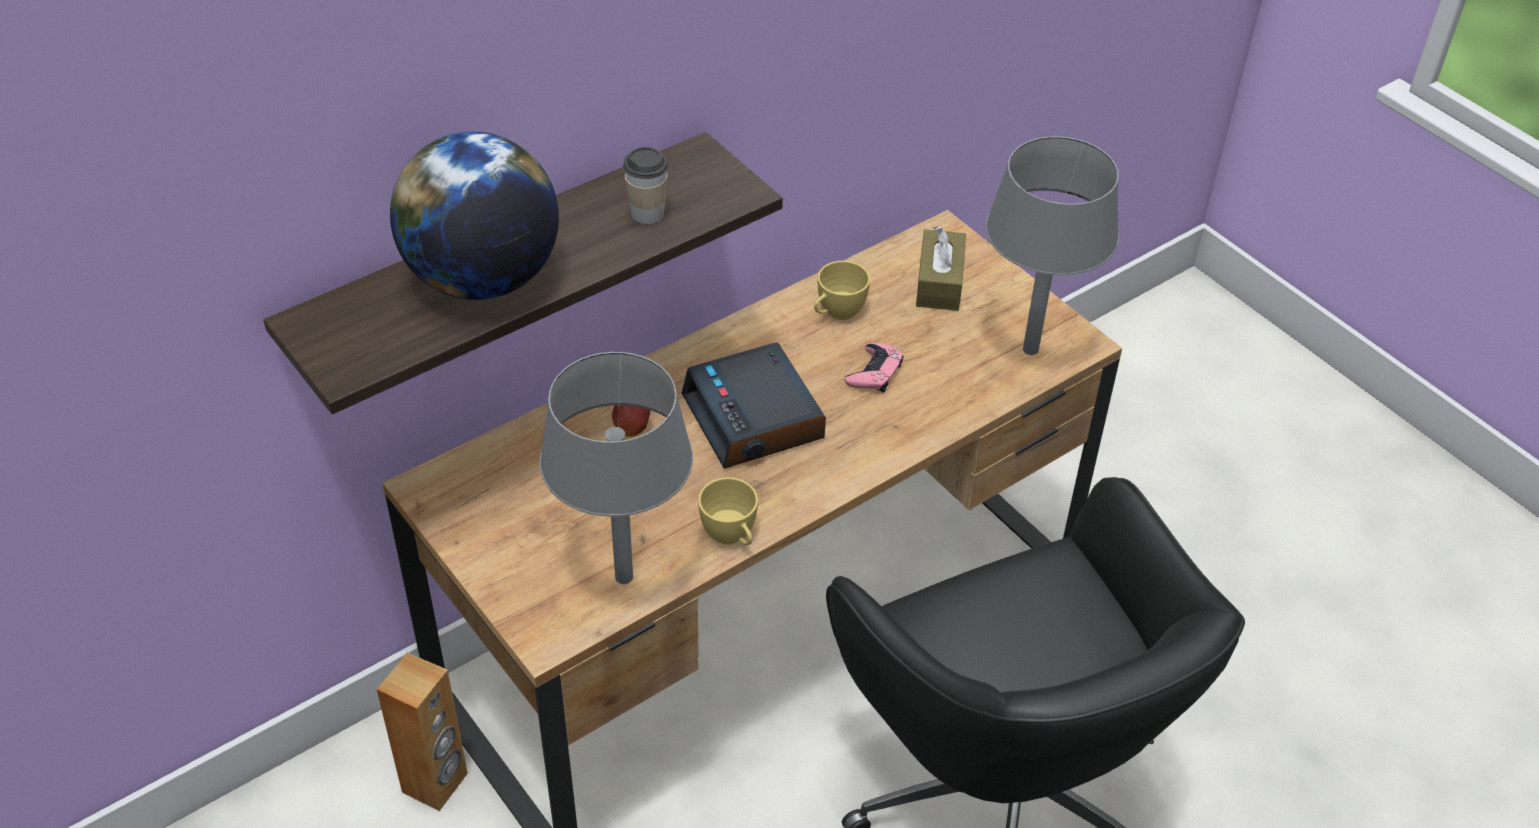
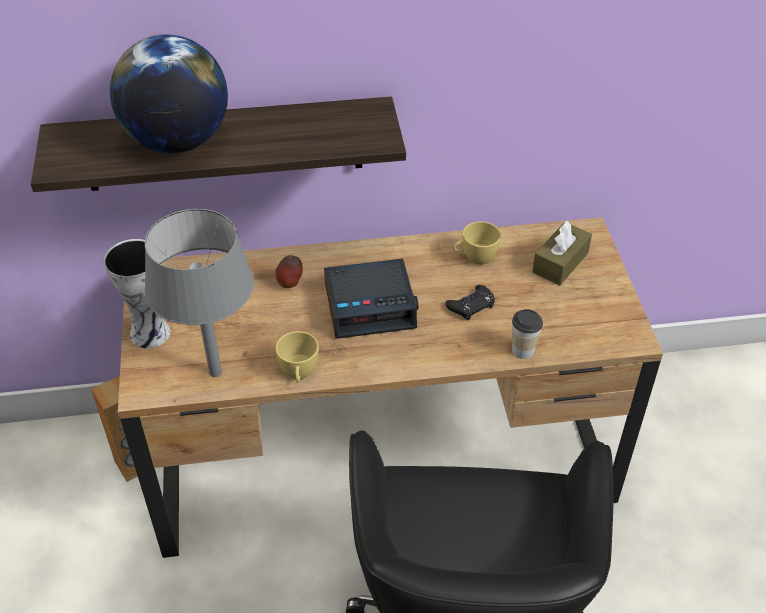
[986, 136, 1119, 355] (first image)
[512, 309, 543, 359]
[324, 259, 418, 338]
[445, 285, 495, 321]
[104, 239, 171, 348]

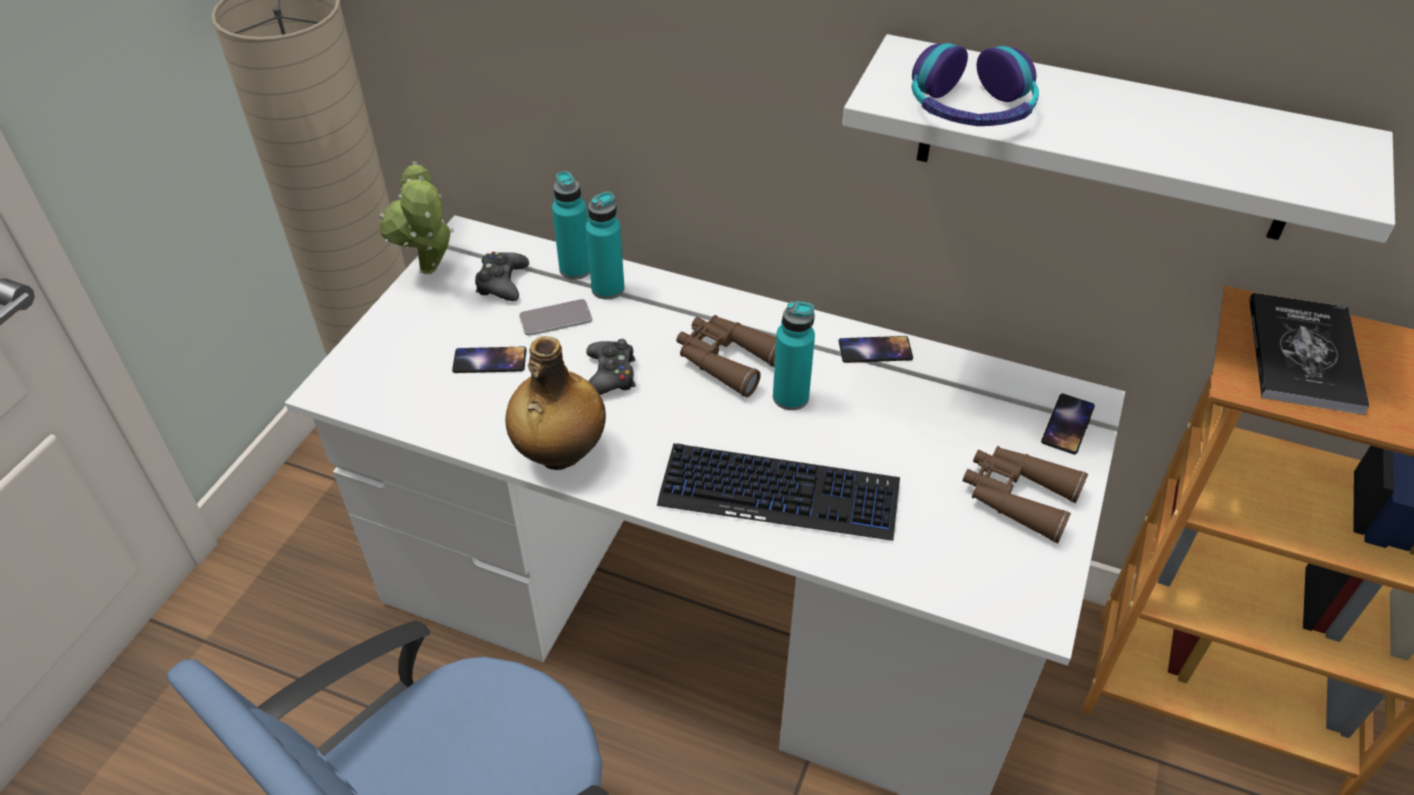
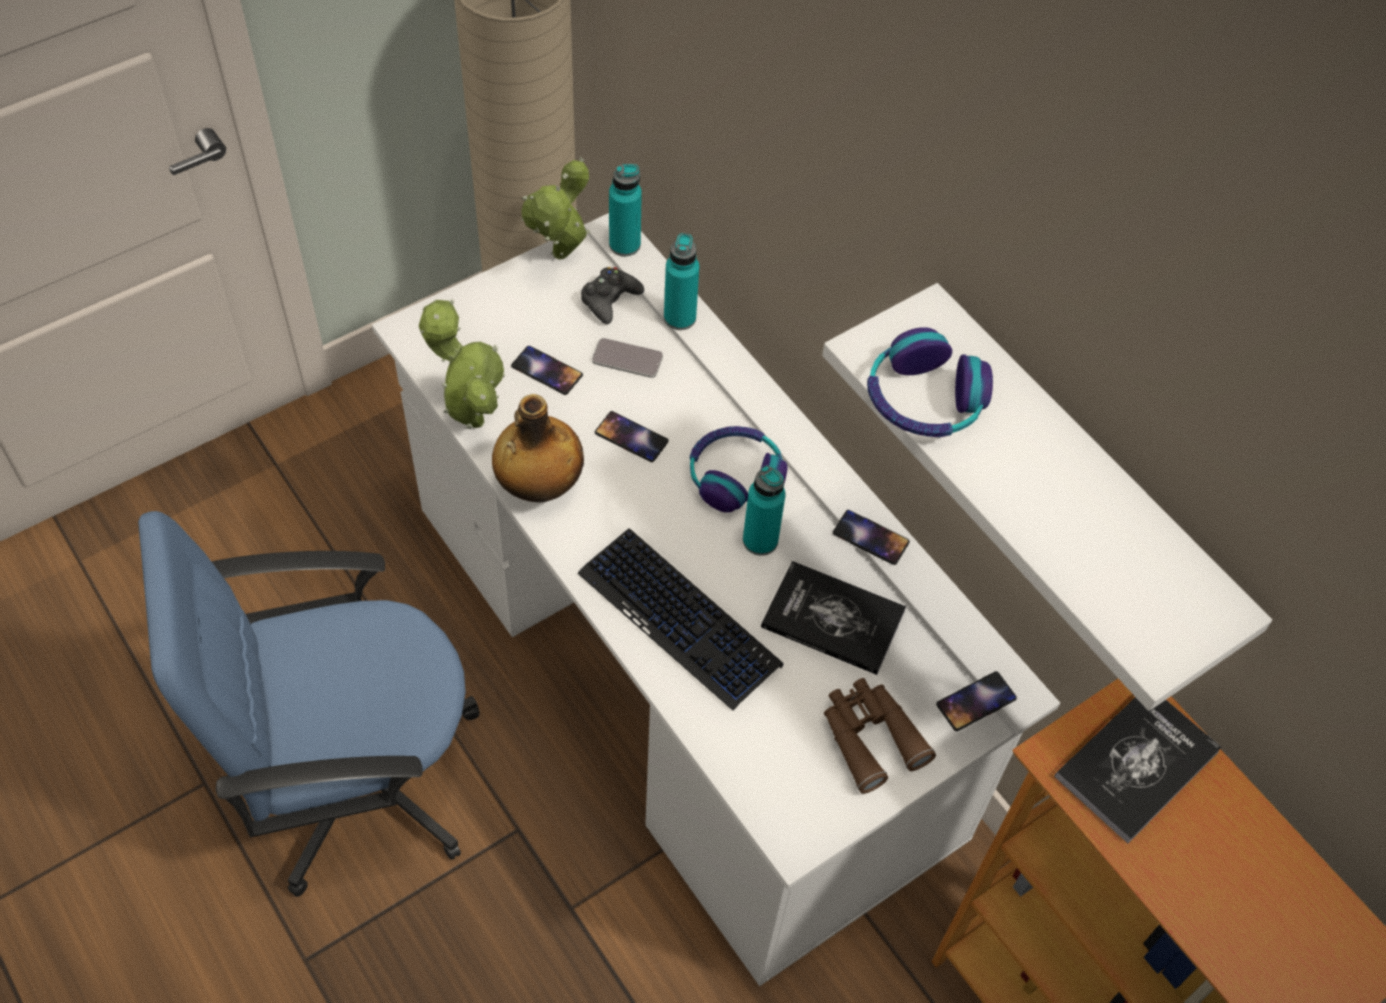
[609, 164, 642, 256]
[690, 426, 788, 513]
[595, 411, 669, 462]
[419, 299, 505, 429]
[761, 561, 906, 675]

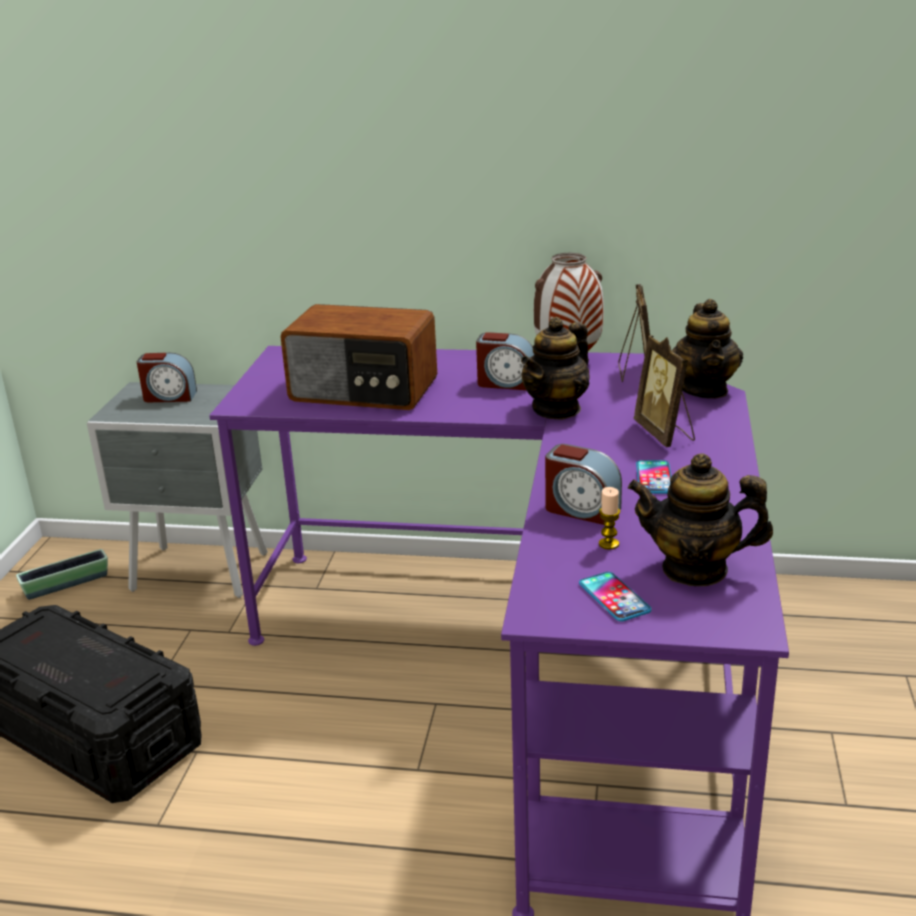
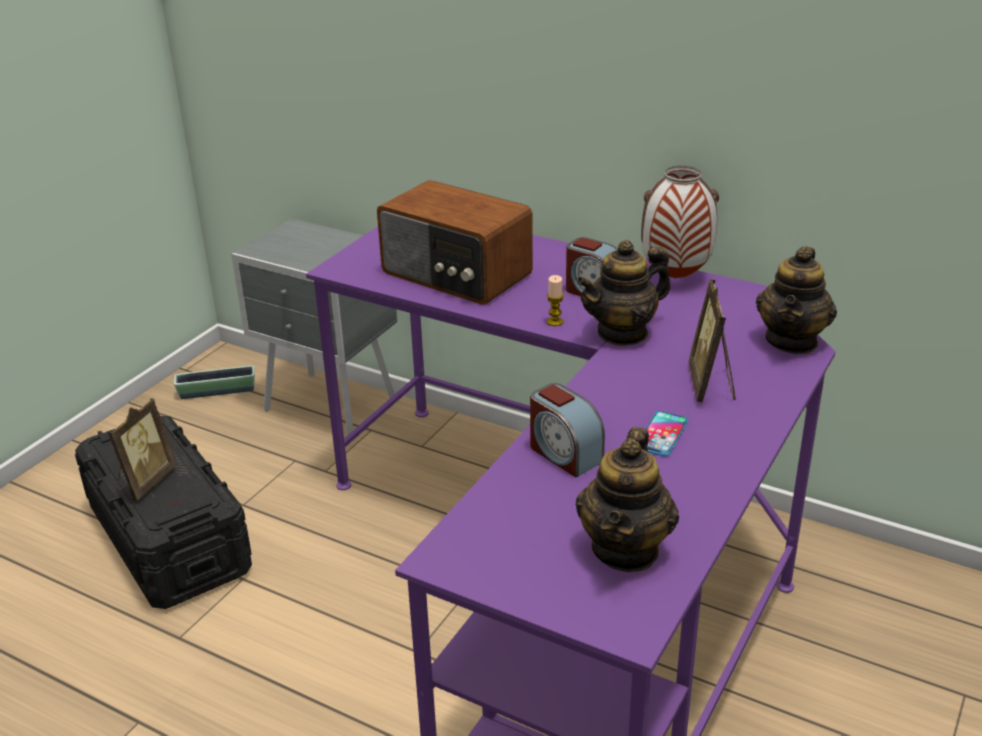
[108, 398, 177, 501]
[137, 353, 197, 402] (first image)
[576, 427, 679, 572]
[547, 275, 564, 326]
[579, 572, 652, 622] (first image)

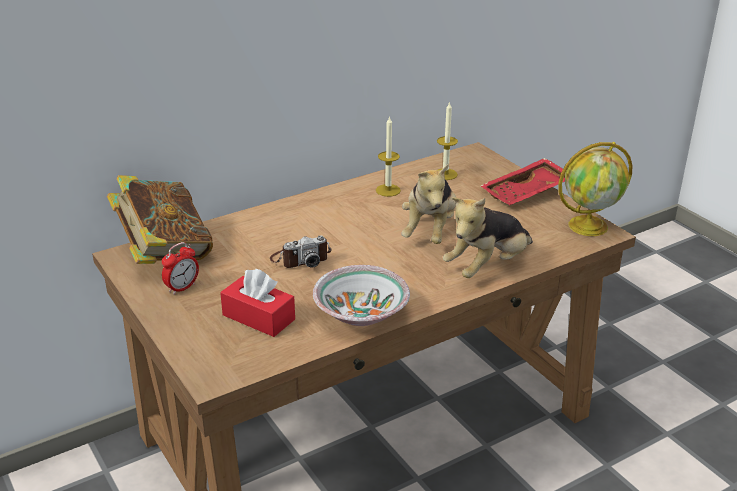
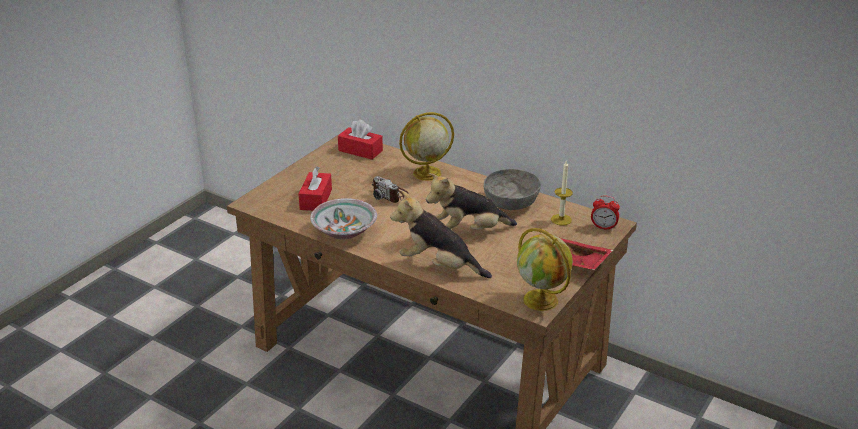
[484, 169, 541, 210]
[338, 120, 383, 160]
[591, 195, 620, 230]
[399, 112, 454, 181]

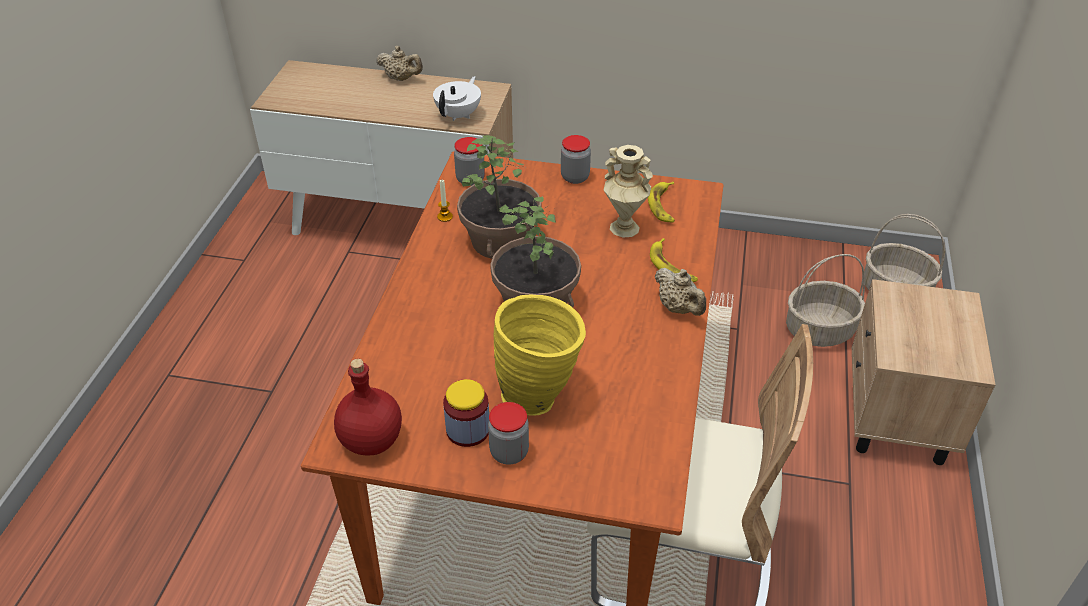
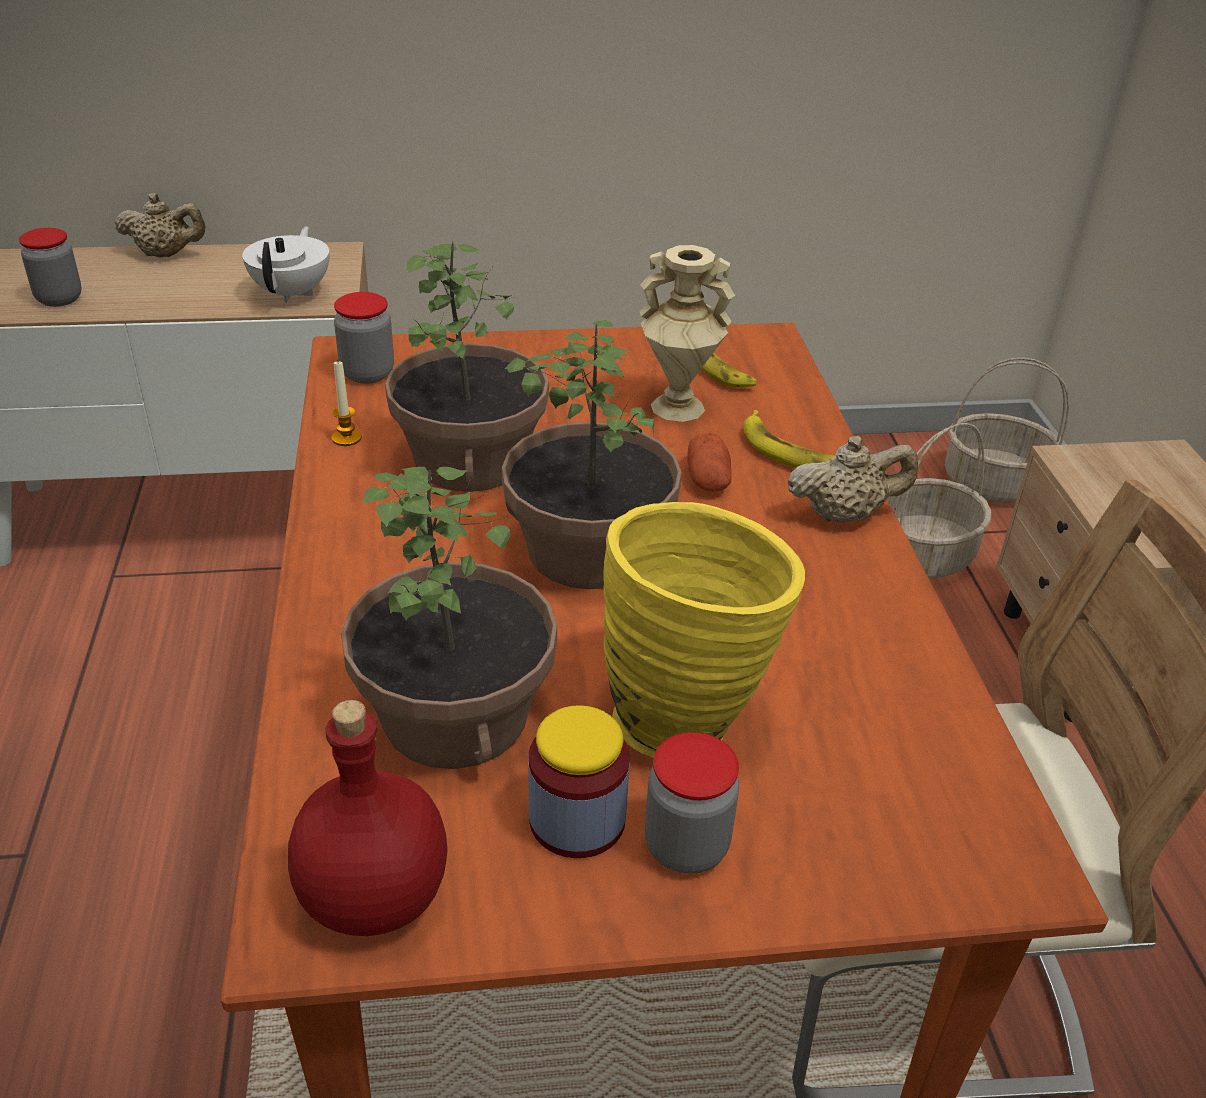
[19, 228, 82, 307]
[788, 436, 918, 522]
[687, 433, 732, 492]
[341, 467, 557, 769]

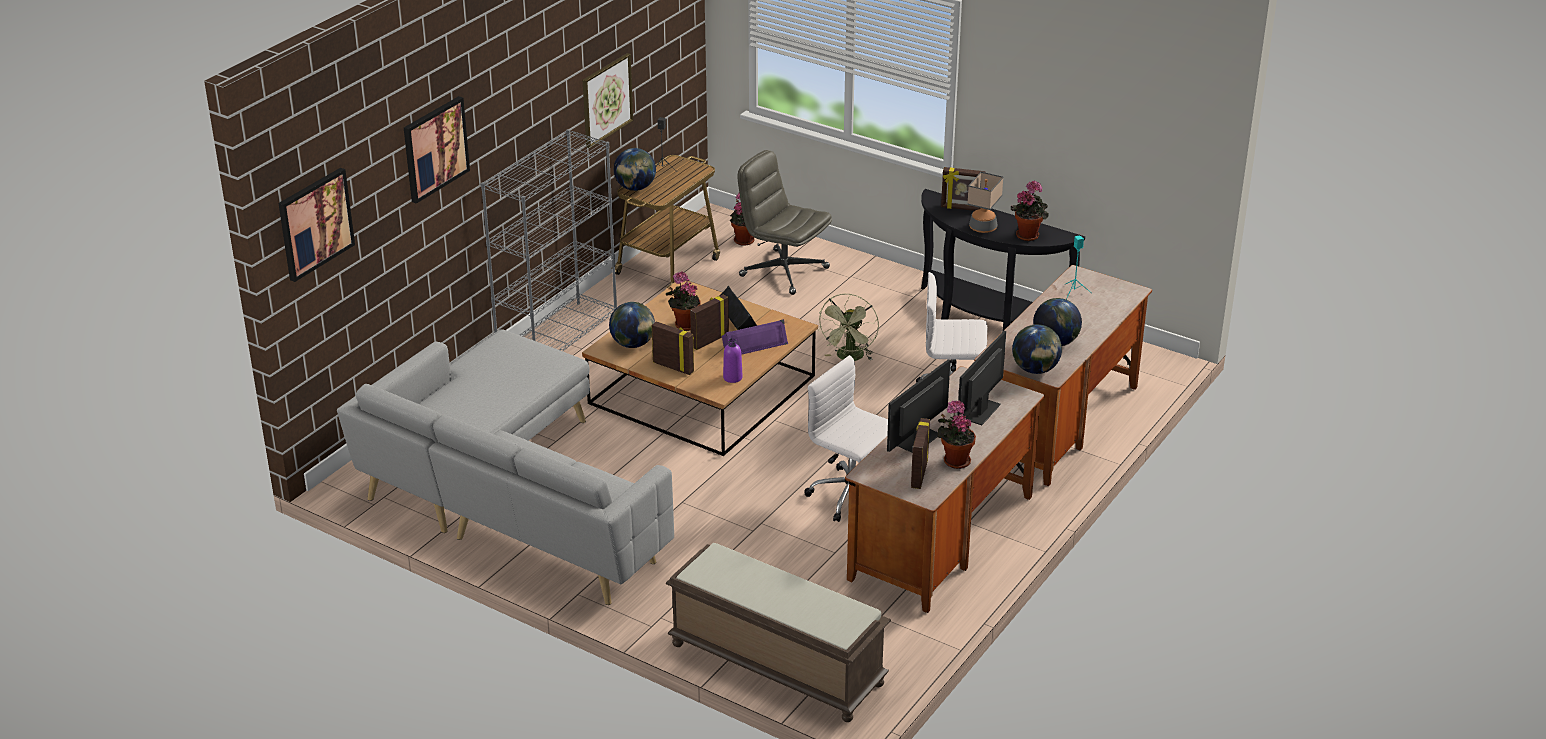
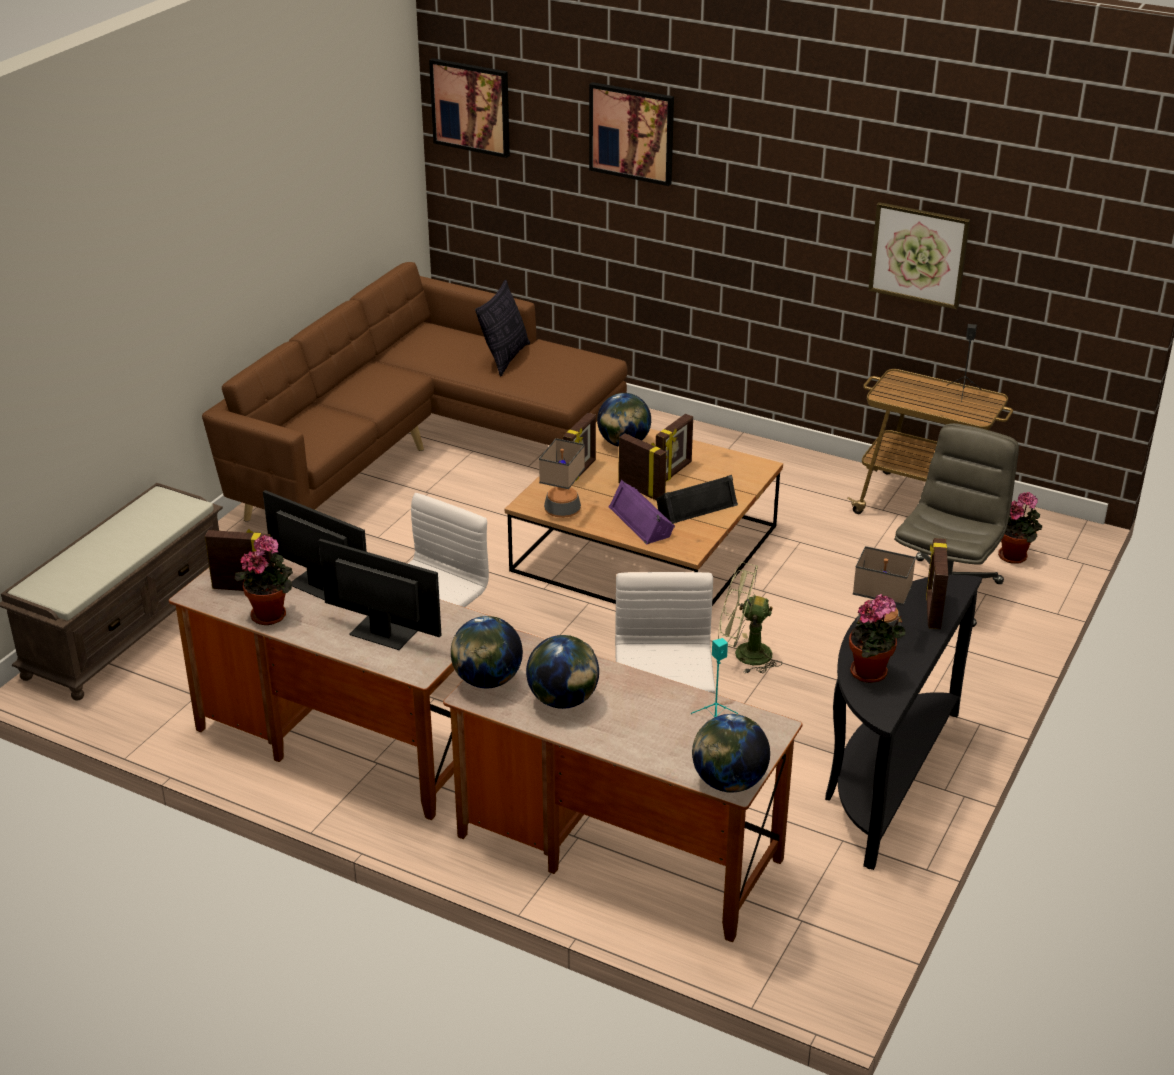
[481, 129, 617, 351] (first image)
[692, 714, 770, 793]
[656, 414, 693, 481]
[202, 262, 628, 522]
[539, 438, 585, 518]
[475, 280, 530, 376]

